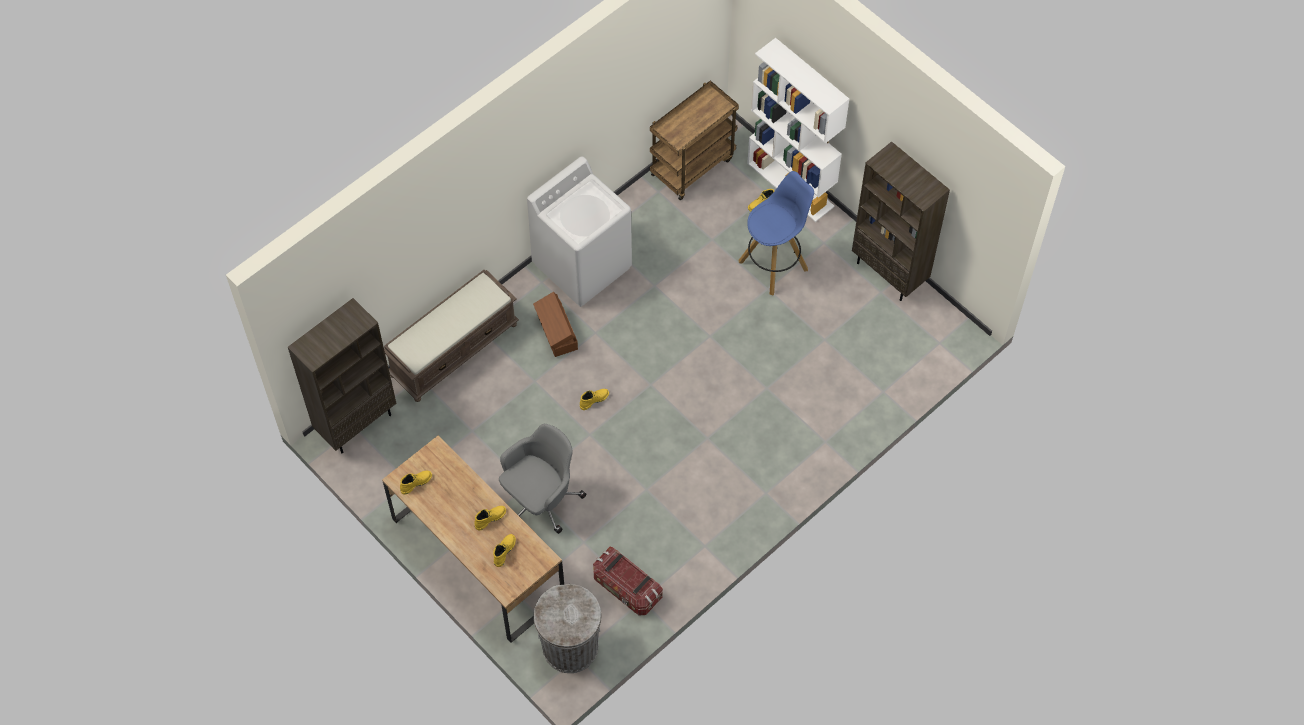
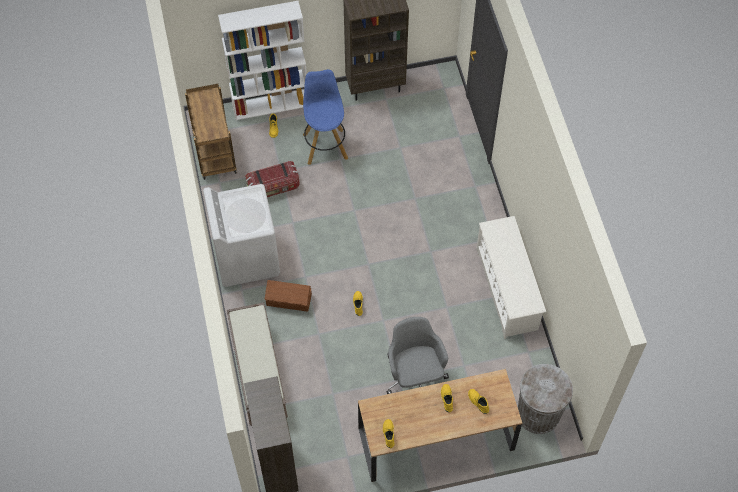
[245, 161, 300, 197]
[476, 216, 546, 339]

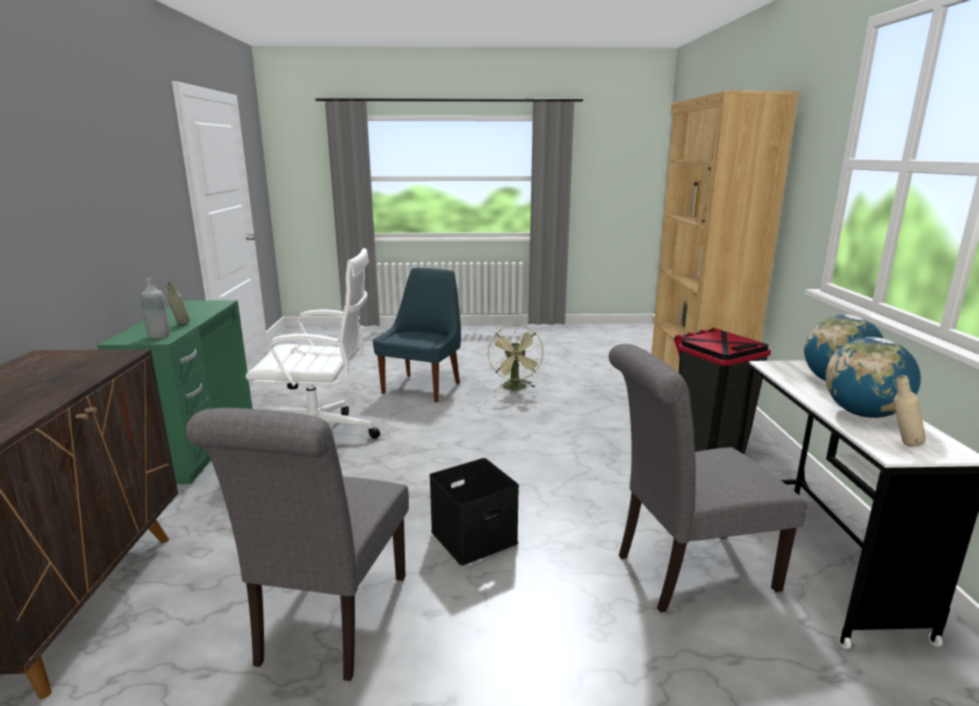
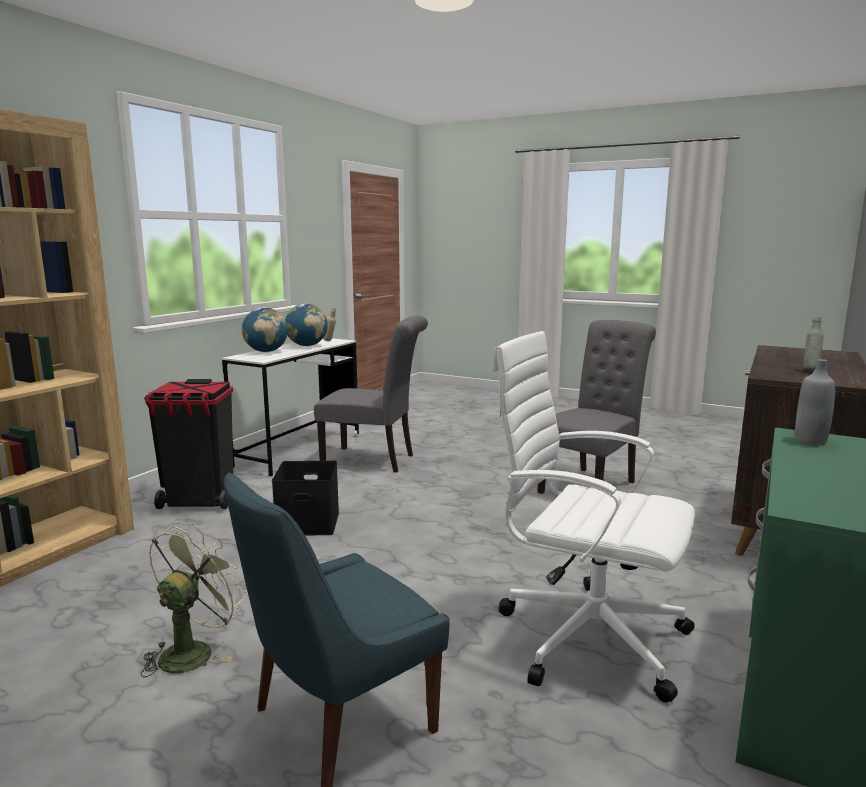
[803, 317, 824, 372]
[272, 461, 339, 536]

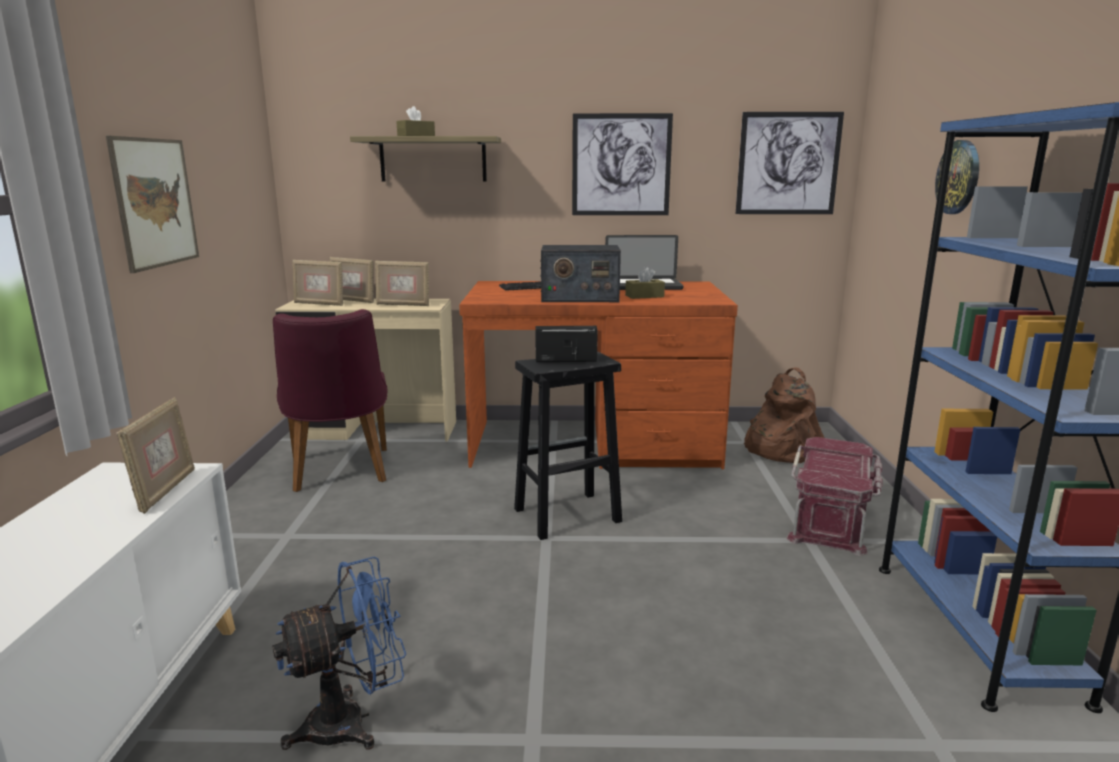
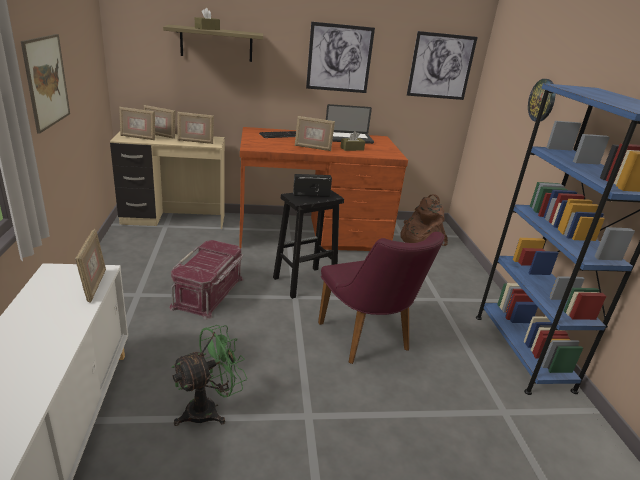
[295, 116, 335, 151]
[318, 232, 444, 364]
[169, 240, 243, 320]
[171, 325, 247, 426]

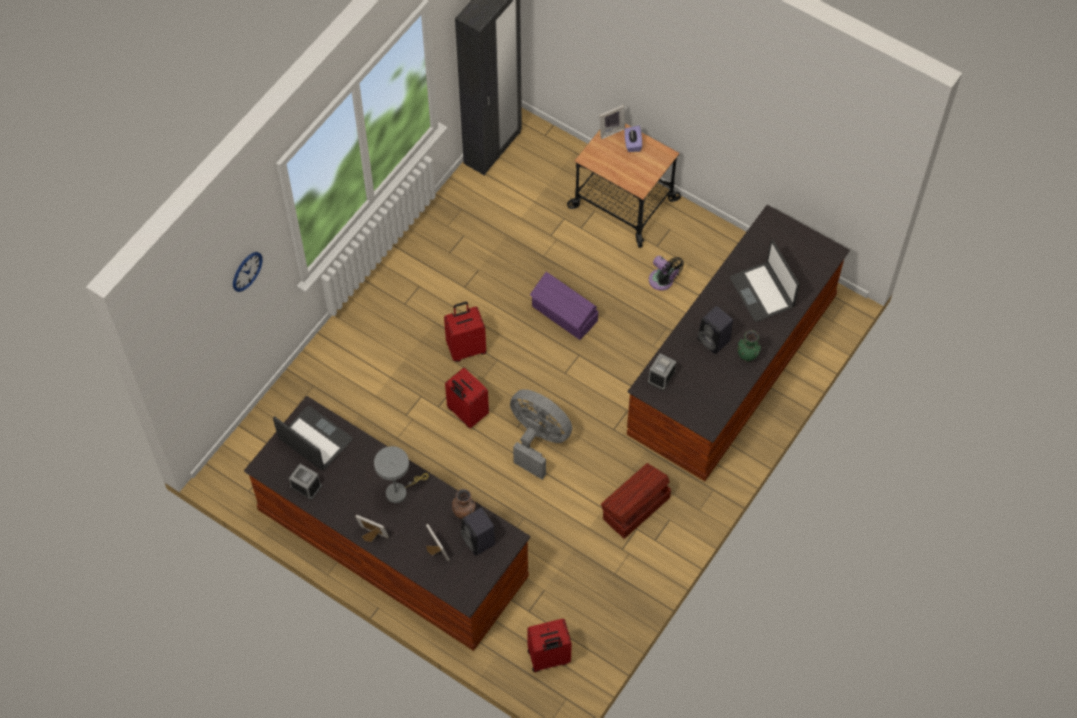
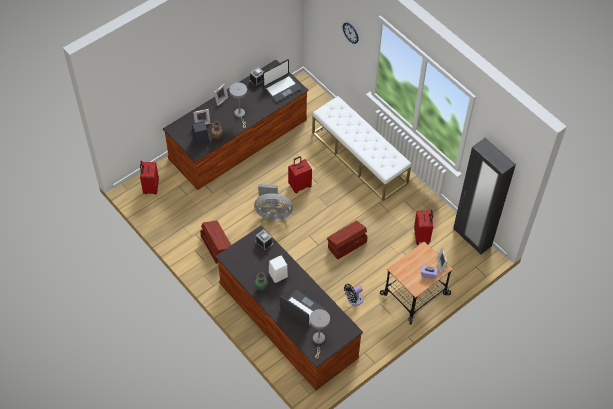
[280, 290, 324, 327]
[327, 220, 368, 260]
[414, 210, 433, 245]
[269, 256, 288, 283]
[254, 184, 293, 220]
[312, 96, 411, 201]
[310, 309, 330, 358]

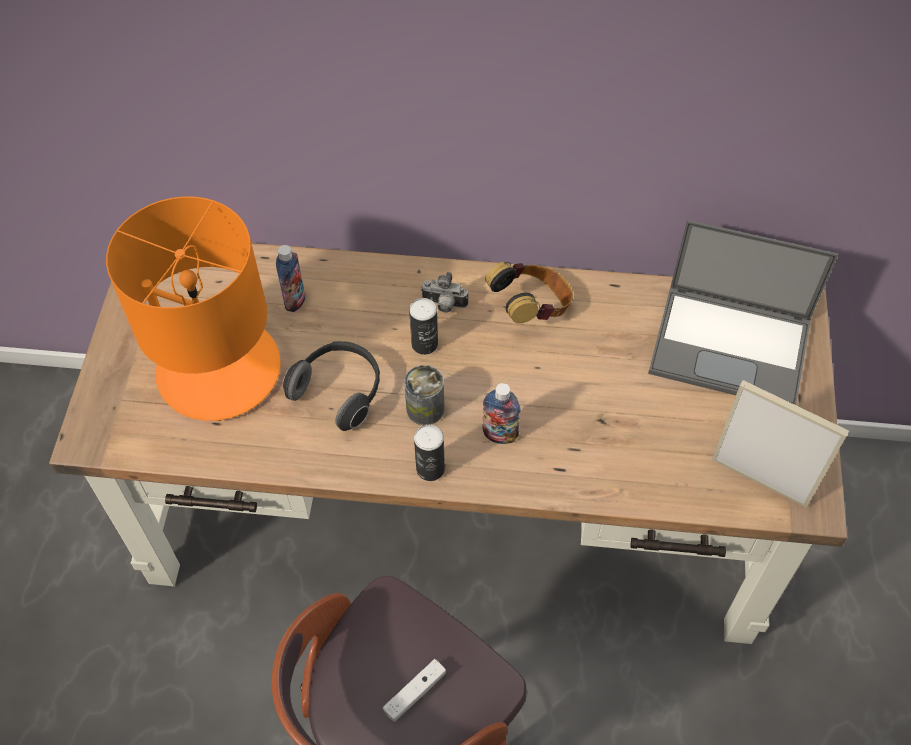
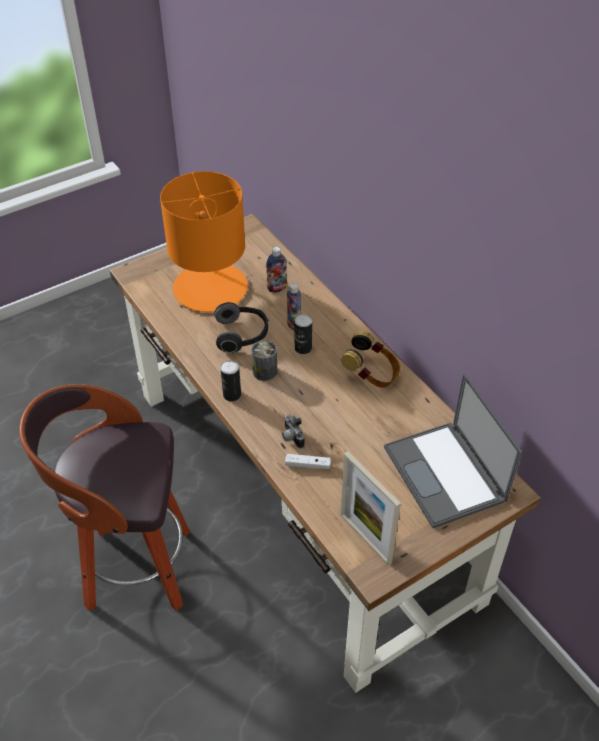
[282, 414, 305, 448]
[340, 451, 401, 566]
[287, 283, 301, 331]
[285, 454, 331, 469]

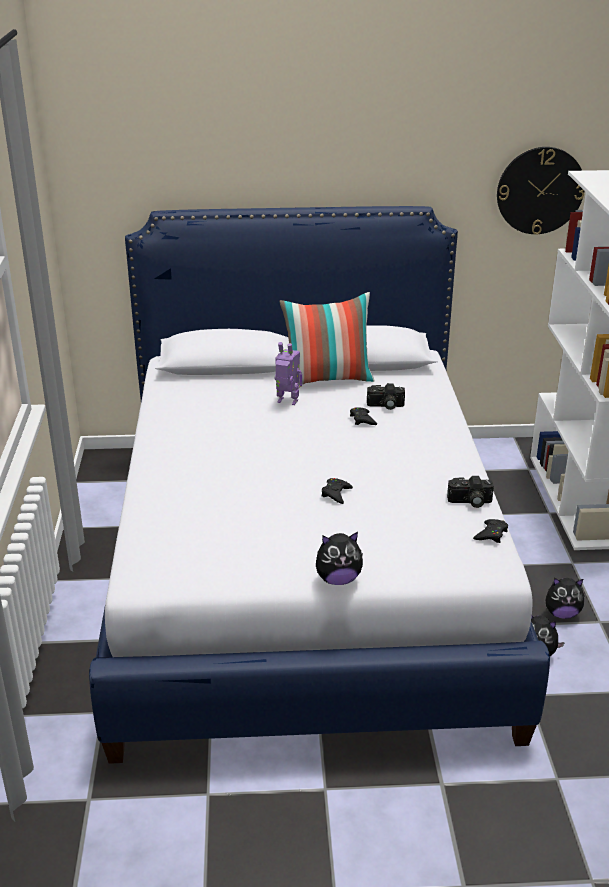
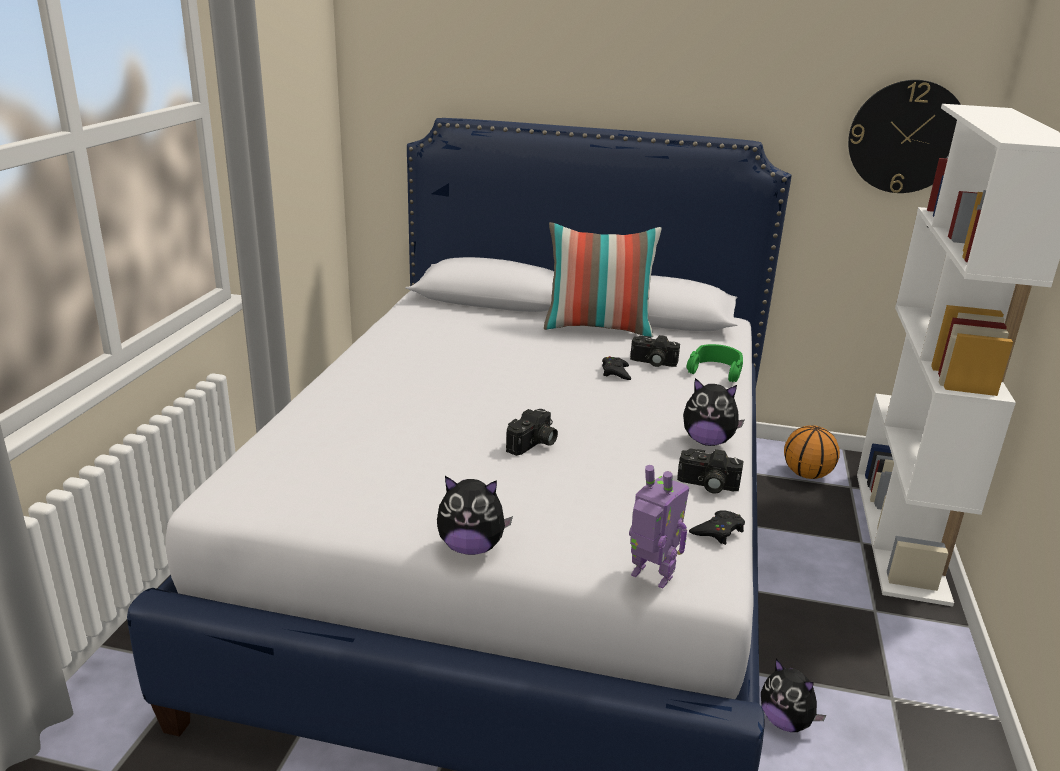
[629, 465, 689, 589]
[506, 409, 558, 456]
[683, 378, 744, 446]
[687, 344, 743, 382]
[784, 425, 840, 479]

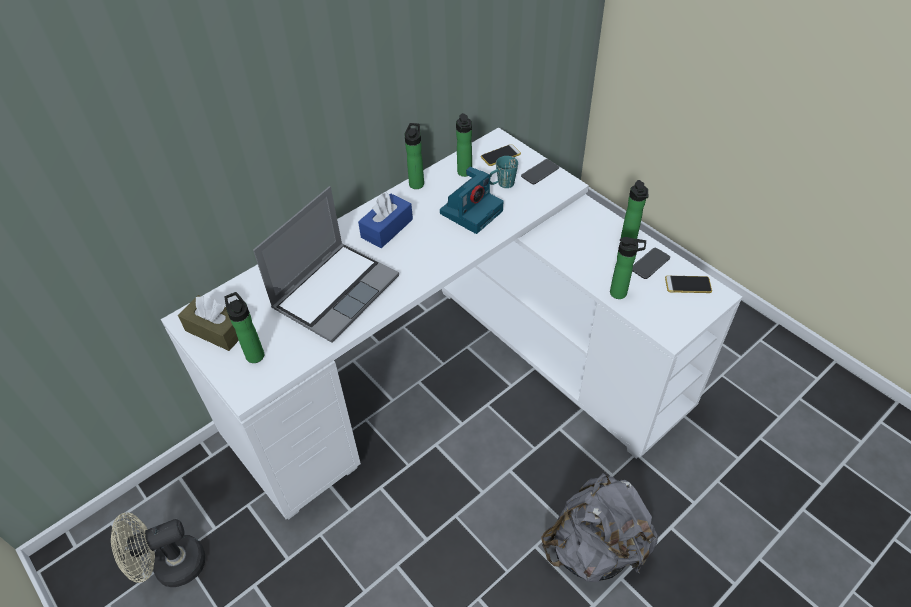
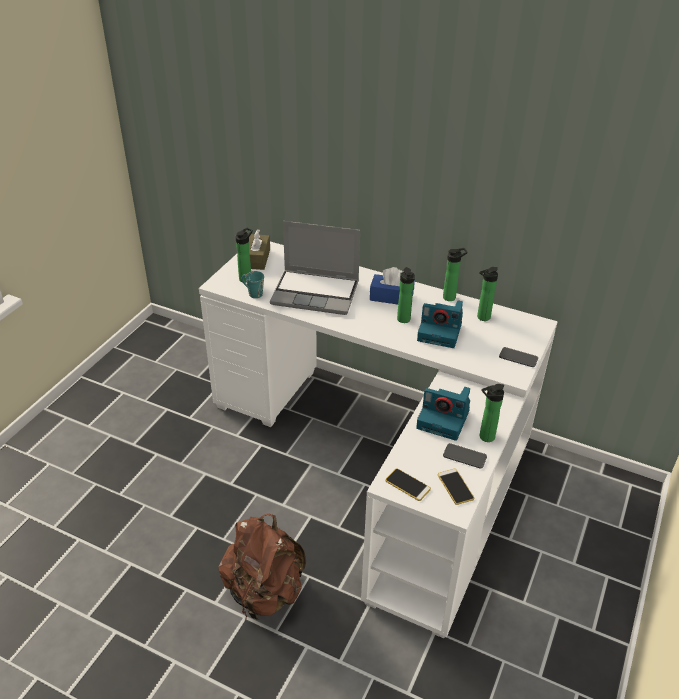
[385, 469, 431, 501]
[242, 271, 264, 298]
[397, 267, 415, 323]
[218, 514, 306, 620]
[111, 512, 205, 587] (first image)
[416, 387, 470, 441]

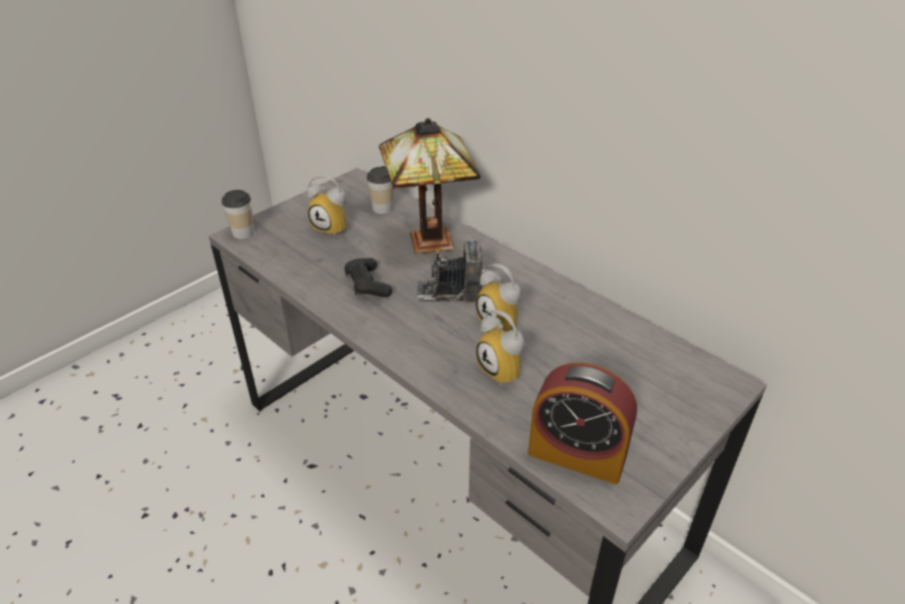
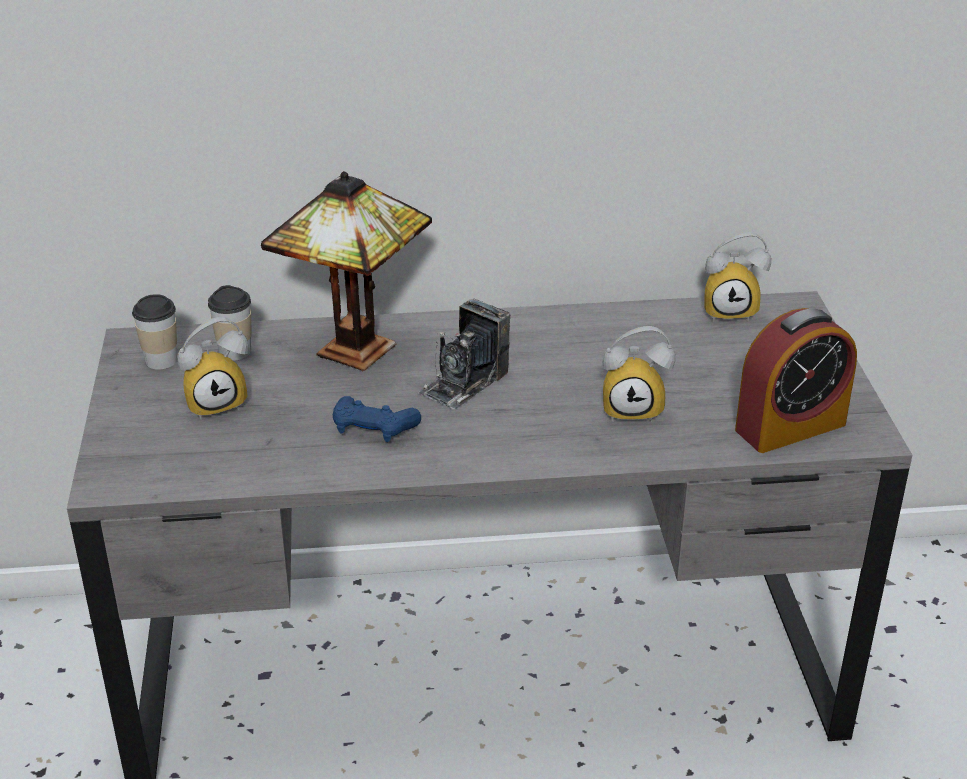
[132, 294, 177, 370]
[333, 396, 421, 442]
[704, 232, 771, 322]

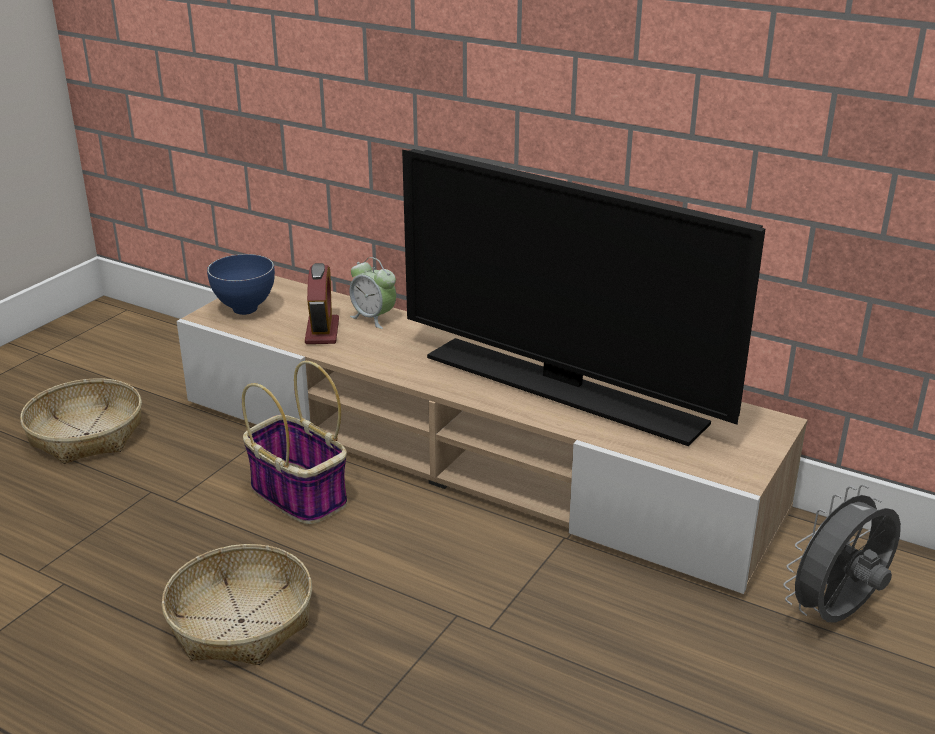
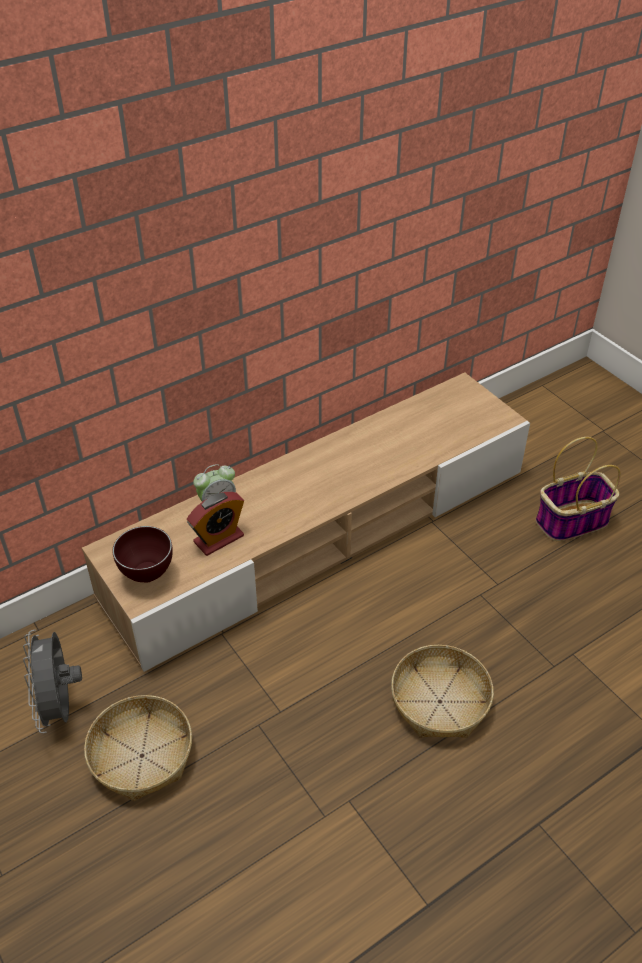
[402, 149, 765, 446] (first image)
[112, 526, 173, 583]
[187, 492, 244, 556]
[536, 437, 621, 541]
[23, 630, 82, 733]

